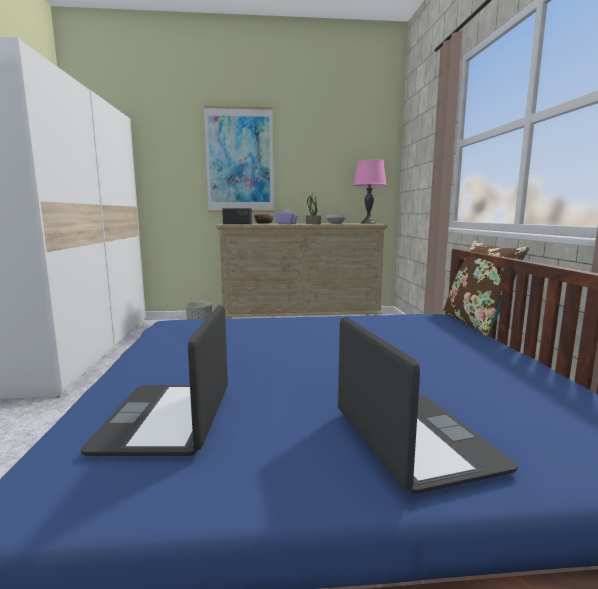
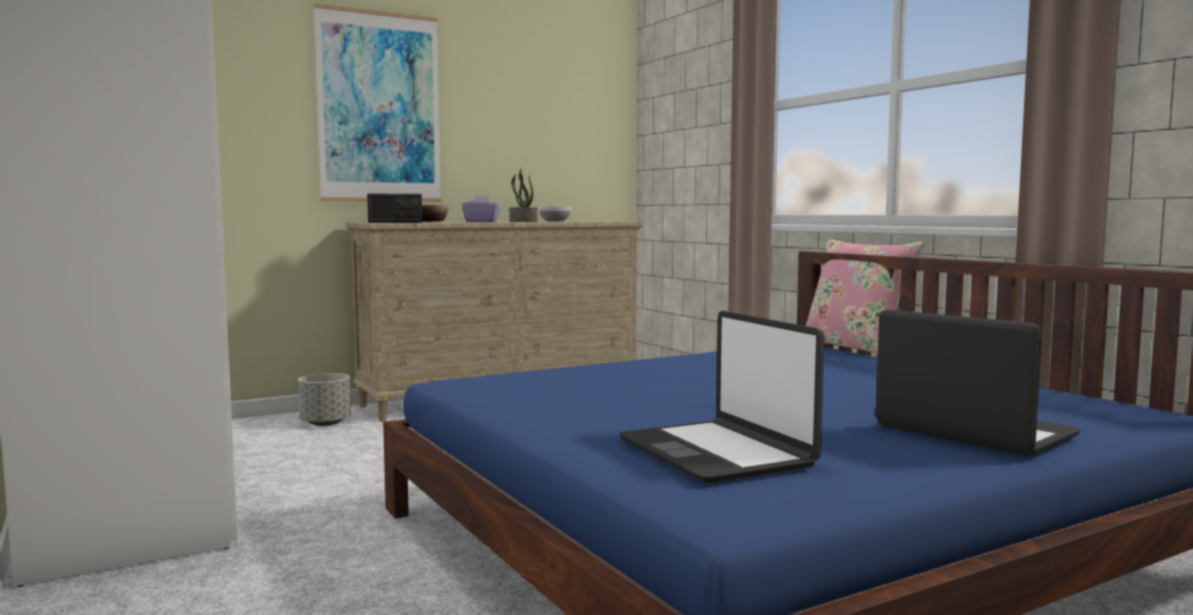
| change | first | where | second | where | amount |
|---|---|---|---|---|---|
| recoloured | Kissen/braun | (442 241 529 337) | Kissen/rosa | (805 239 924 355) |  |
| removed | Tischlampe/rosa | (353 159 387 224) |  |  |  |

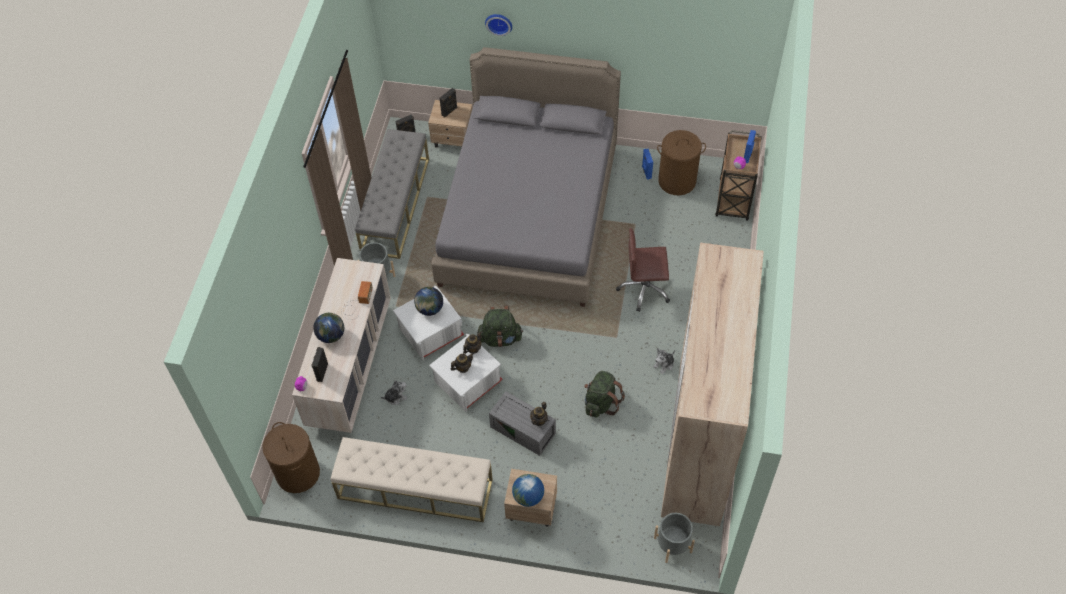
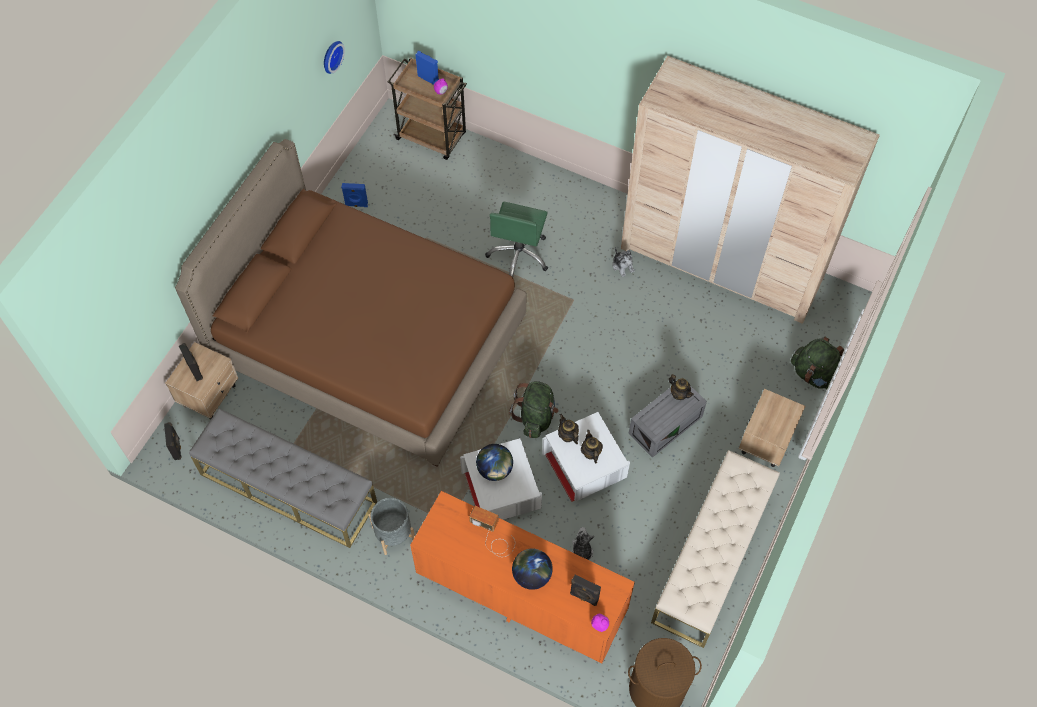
| change | first | where | second | where | amount |
|---|---|---|---|---|---|
| recoloured | Bett/grau | (431 47 621 307) | Bett/braun | (175 139 526 467) |  |
| moved | Wanduhr | (485 14 512 36) |  | (324 41 345 74) |  |
| recoloured | Kommode/beige | (292 258 391 433) | Kommode/orange | (410 491 635 663) |  |
| recoloured | Bürostuhl/braun | (616 228 670 312) | Bürostuhl/grün | (485 202 548 277) |  |
| moved | Rucksack/grün | (584 371 625 418) |  | (791 337 844 389) |  |
| removed | Globus | (512 474 544 507) |  |  |  |
| removed | Pflanzkübel/grau | (654 513 695 563) |  |  |  |
| removed | Wäschekorb/braun | (657 130 706 195) |  |  |  |

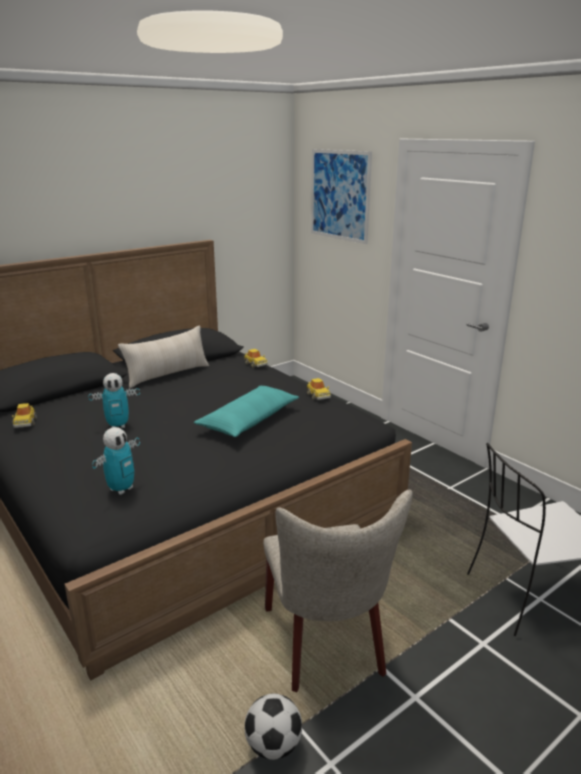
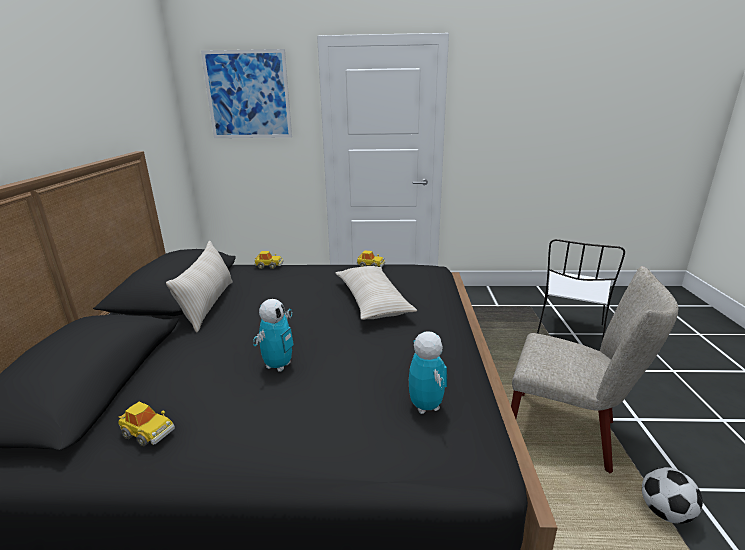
| change | first | where | second | where | amount |
|---|---|---|---|---|---|
| recoloured | Kissen/türkis | (194 386 299 437) | Kissen/beige | (336 266 417 320) |  |

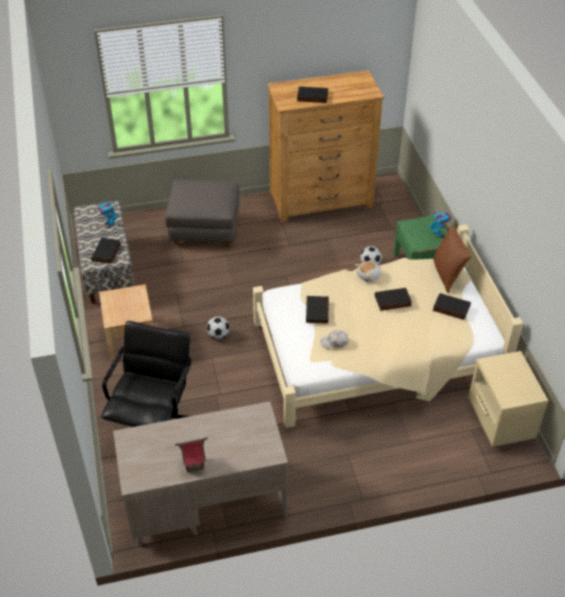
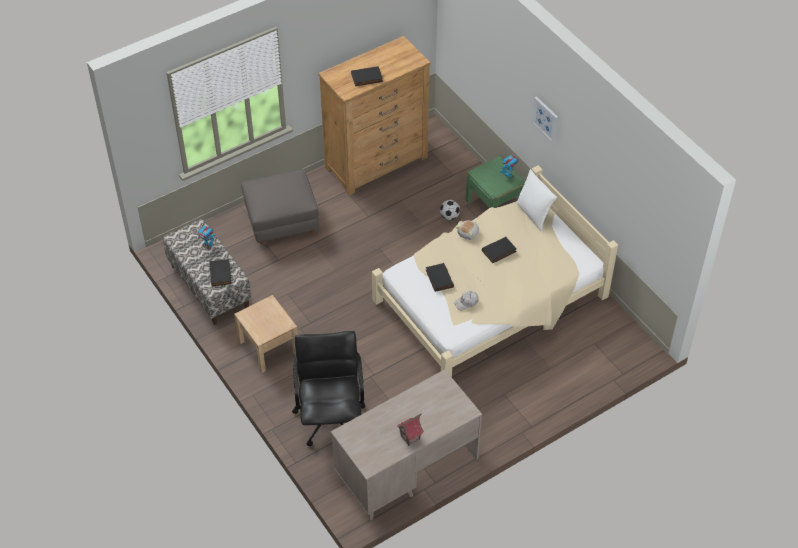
| change | first | where | second | where | amount |
|---|---|---|---|---|---|
| recoloured | Kissen/braun | (433 223 471 293) | Kissen/weiß | (516 169 557 231) |  |
| added |  |  | Bild | (532 96 558 143) |  |
| removed | Fußball | (207 316 230 339) |  |  |  |
| removed | Buch/schwarz | (433 293 471 320) |  |  |  |
| removed | Nachttisch/beige | (468 351 548 447) |  |  |  |

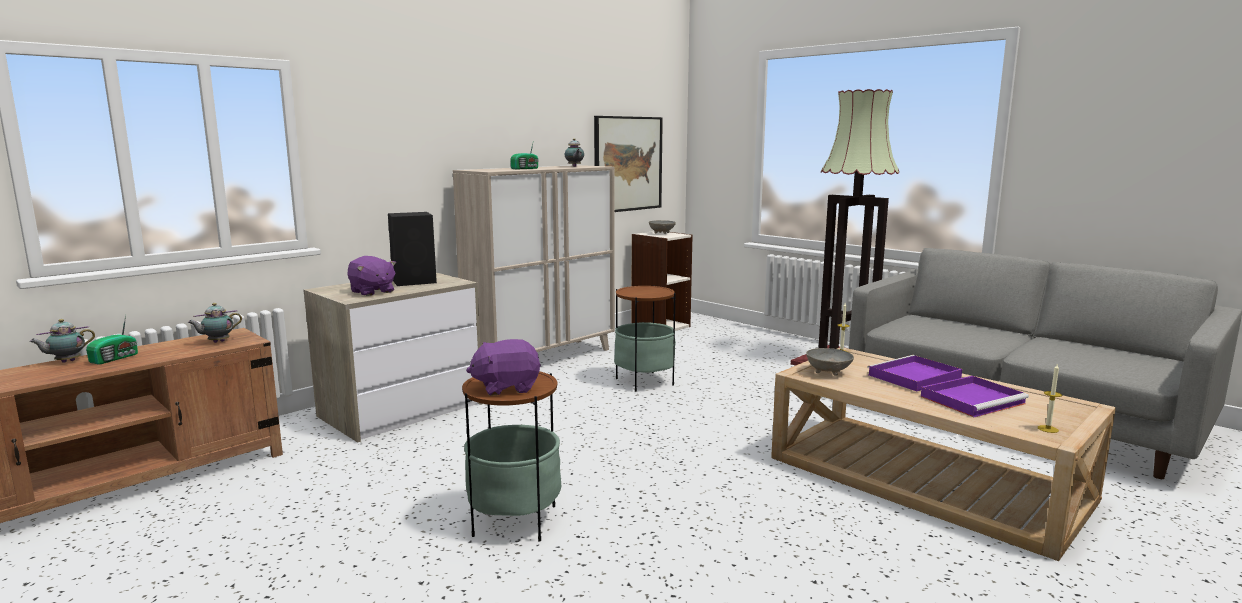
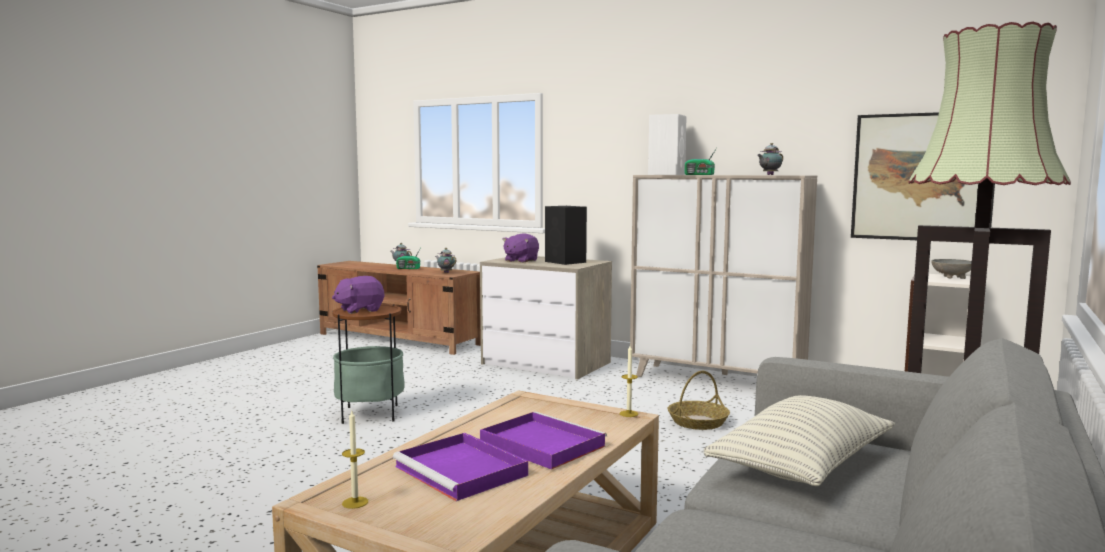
| change | first | where | second | where | amount |
|---|---|---|---|---|---|
| turned | Plüschtier/lila | (466 339 541 396) |  | (332 276 384 314) | 90 degrees counterclockwise |
| added |  |  | Lautsprecher/weiß | (648 114 687 175) |  |
| replaced | Beistelltisch | (614 285 676 392) | Korb | (668 371 730 430) |  |
| added |  |  | Kissen | (704 395 895 486) |  |
| removed | Schüssel/grau | (806 348 854 376) |  |  |  |

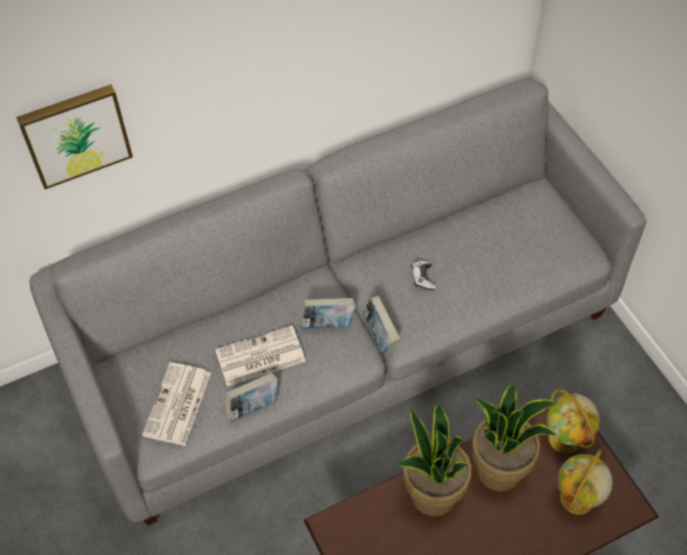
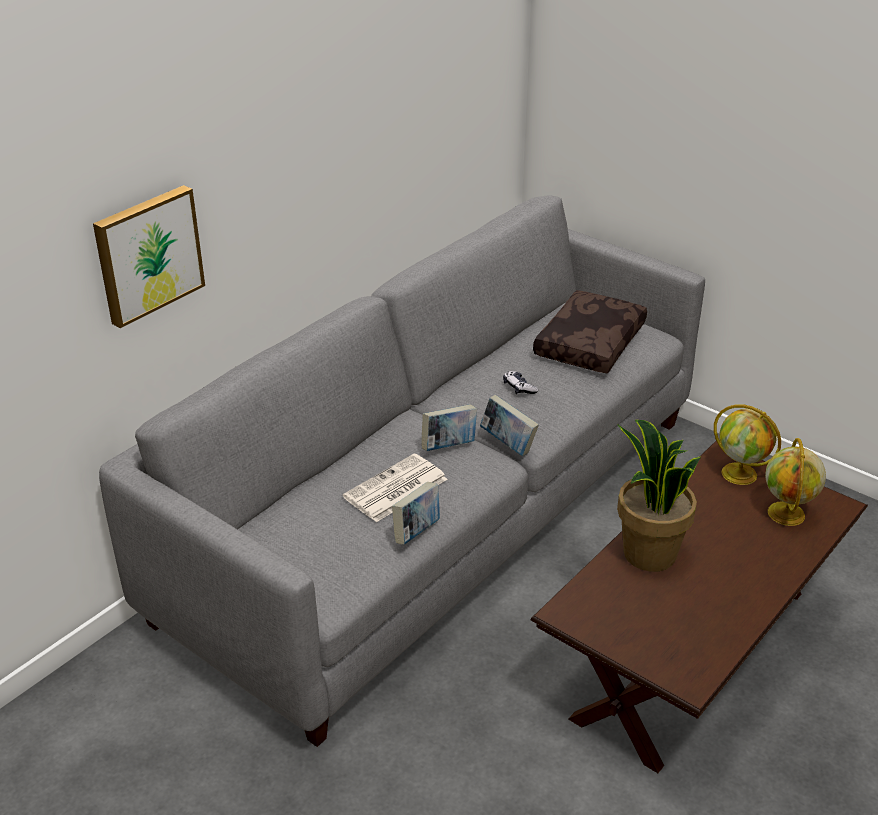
| change | first | where | second | where | amount |
|---|---|---|---|---|---|
| added |  |  | Kissen/braun | (533 290 647 373) |  |
| removed | Zeitung | (142 362 211 446) |  |  |  |
| removed | Topfpflanze | (471 385 557 491) |  |  |  |

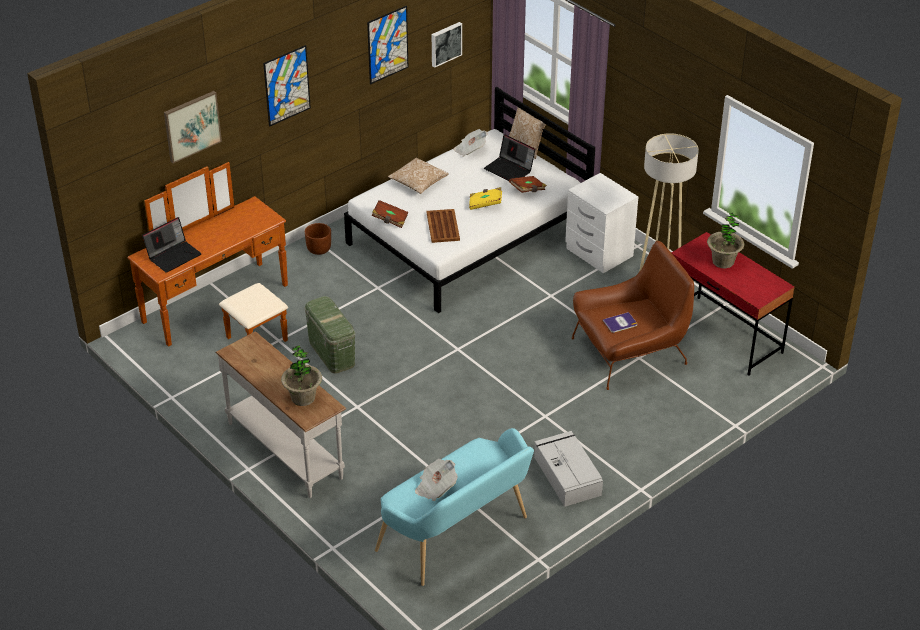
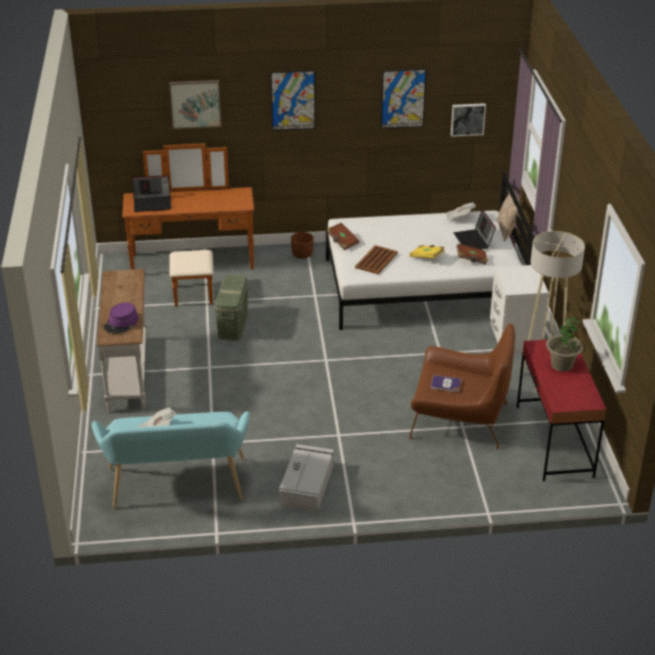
| change | first | where | second | where | amount |
|---|---|---|---|---|---|
| replaced | Topfpflanze | (281 346 322 406) | Hut/lila | (104 303 139 333) |  |
| removed | Kissen | (388 158 449 194) |  |  |  |

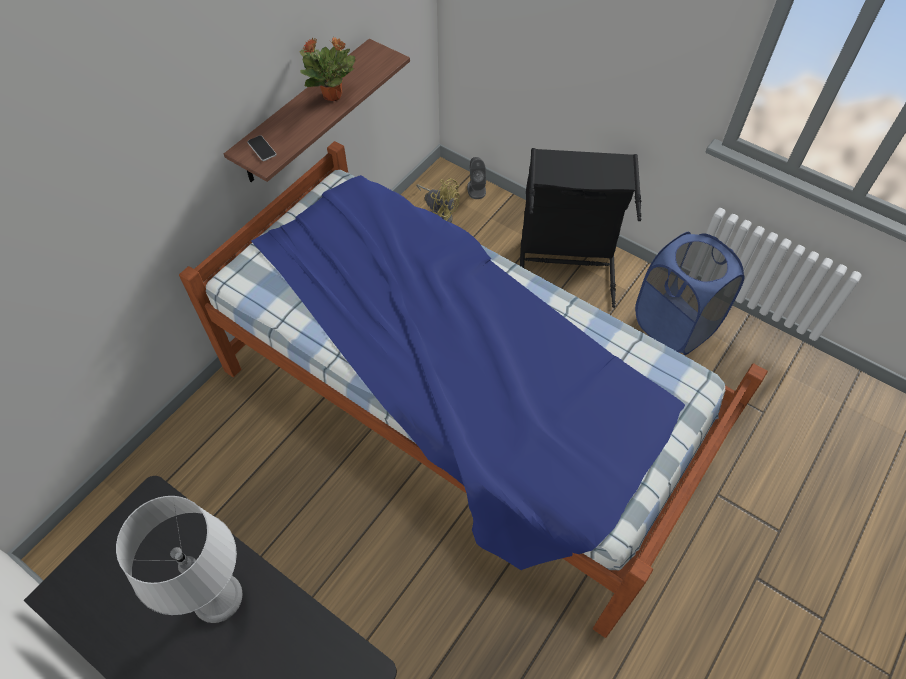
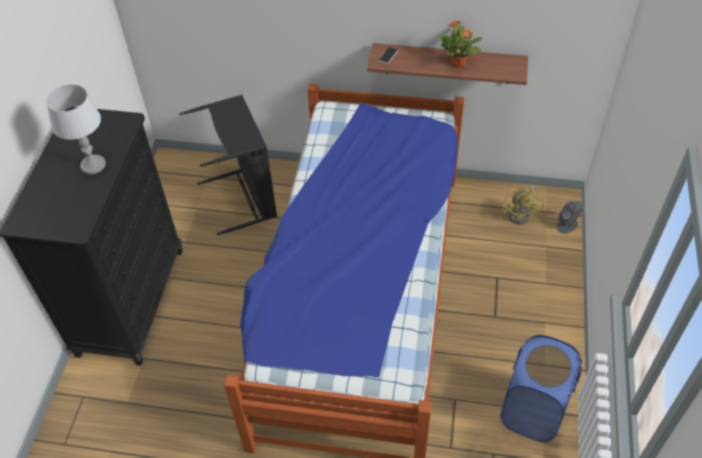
| change | first | where | second | where | amount |
|---|---|---|---|---|---|
| moved | Wäschekorb/schwarz | (520 148 641 308) |  | (180 95 277 235) |  |

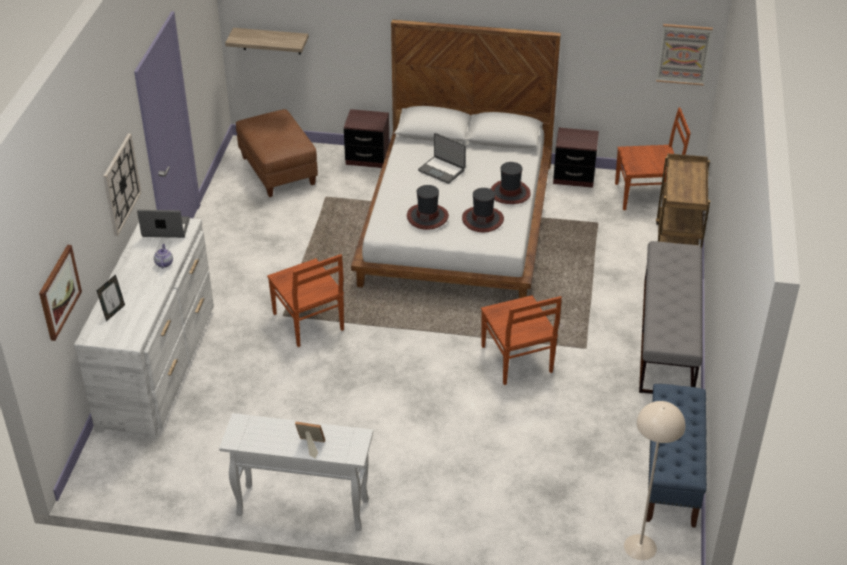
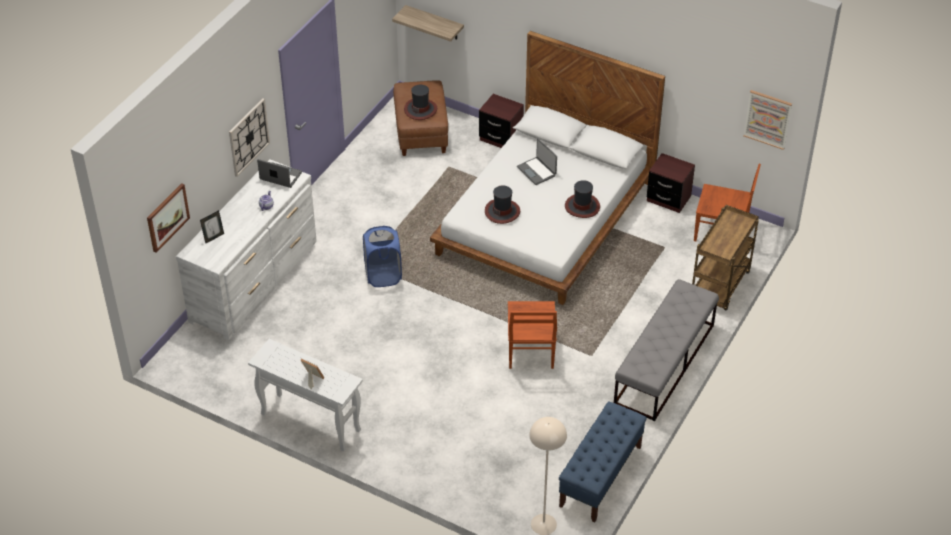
| change | first | where | second | where | amount |
|---|---|---|---|---|---|
| replaced | Stuhl/braun | (267 254 344 347) | Wäschekorb/blau | (363 226 402 287) |  |
| moved | Hut | (462 188 504 233) |  | (404 85 437 120) |  |

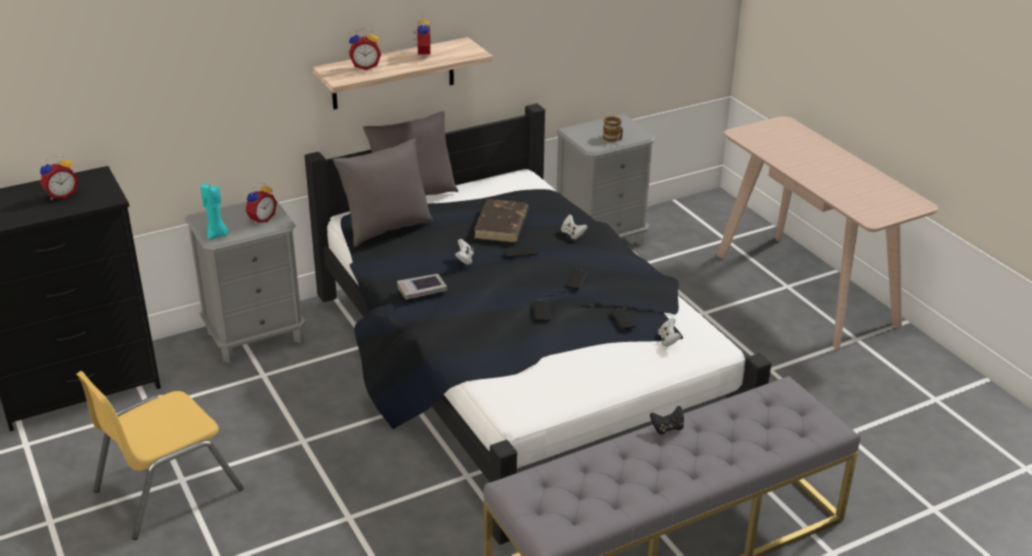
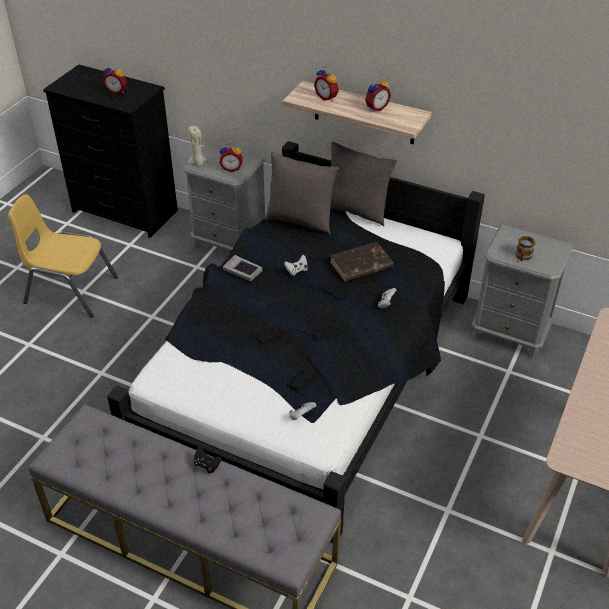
| change | first | where | second | where | amount |
|---|---|---|---|---|---|
| recoloured | Kerze/türkis | (201 183 229 240) | Kerze/beige | (188 126 207 166) |  |

